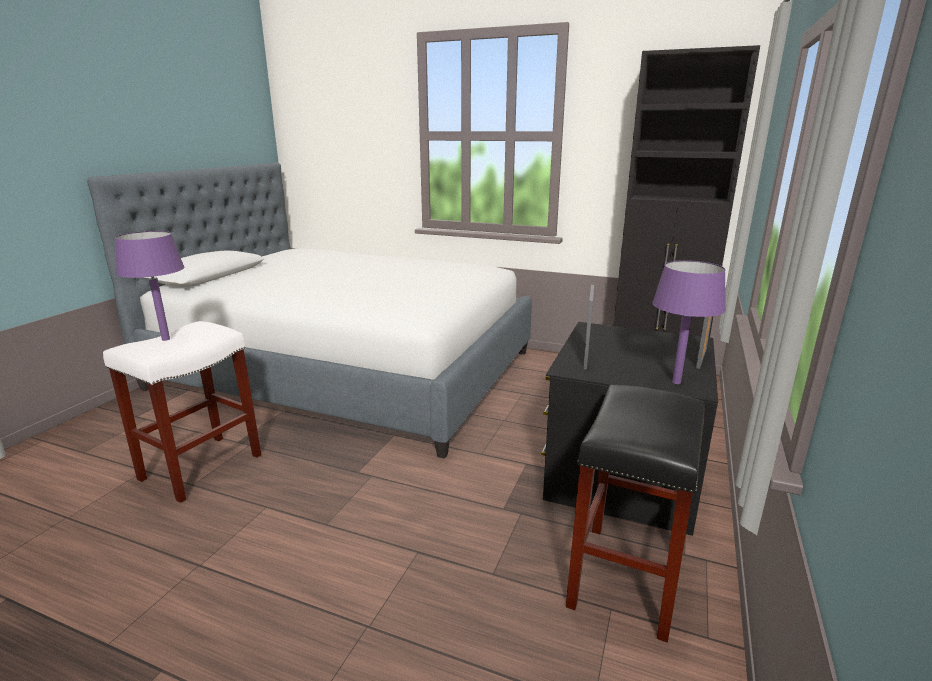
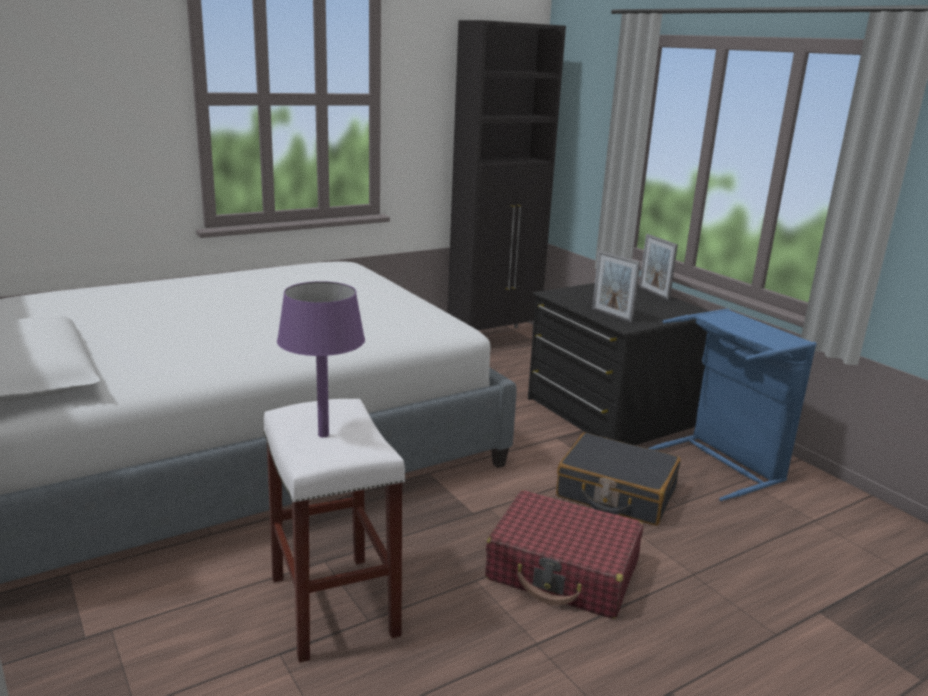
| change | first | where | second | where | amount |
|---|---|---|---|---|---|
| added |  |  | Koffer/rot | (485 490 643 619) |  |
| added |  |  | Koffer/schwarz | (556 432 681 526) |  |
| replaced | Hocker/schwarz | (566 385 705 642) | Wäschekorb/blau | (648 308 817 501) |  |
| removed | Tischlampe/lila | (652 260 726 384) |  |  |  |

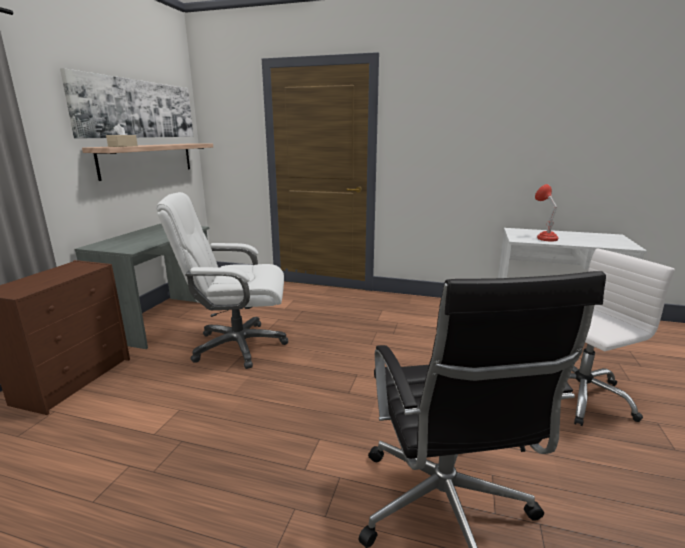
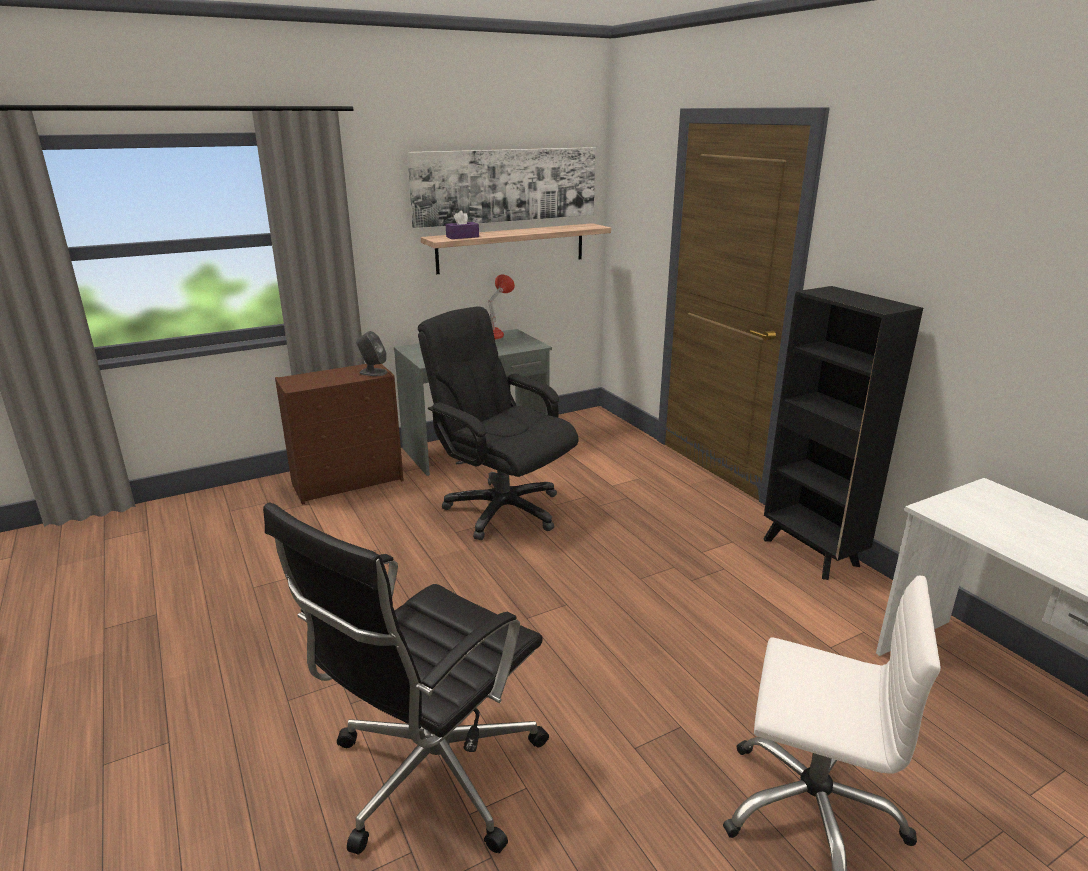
| change | first | where | second | where | amount |
|---|---|---|---|---|---|
| added |  |  | Lautsprecher/grau | (356 331 388 376) |  |
| recoloured | Bürostuhl/weiß | (157 192 288 369) | Bürostuhl/schwarz | (418 306 578 540) |  |
| recoloured | Taschentuchbox/beige | (106 124 138 147) | Taschentuchbox/lila | (446 211 479 239) |  |
| moved | Tischlampe/rot | (535 184 558 242) |  | (488 274 515 339) |  |
| added |  |  | Bücherregal/schwarz | (764 286 923 580) |  |

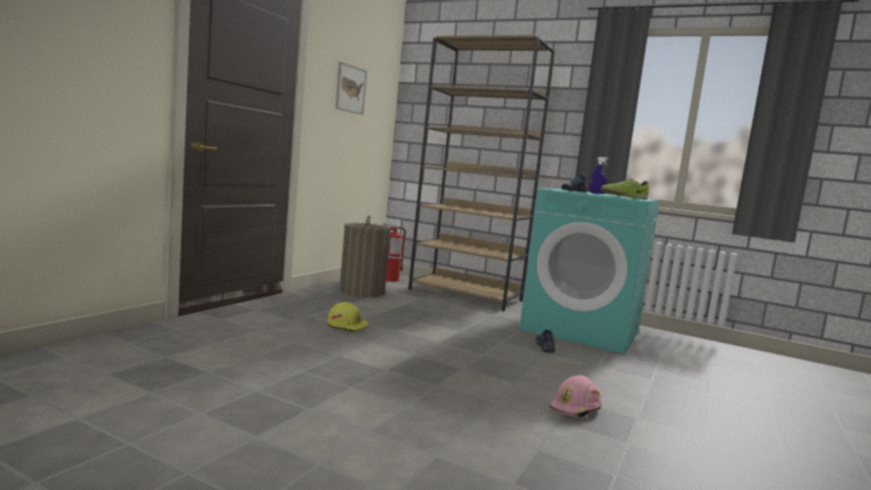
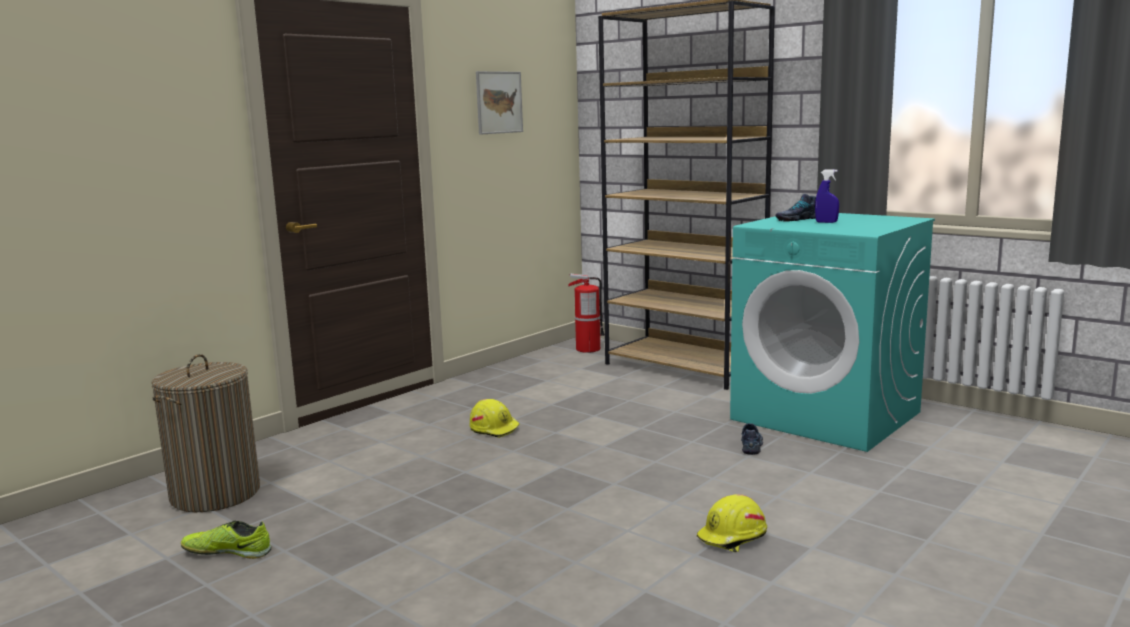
| change | first | where | second | where | amount |
|---|---|---|---|---|---|
| moved | Wäschekorb | (340 215 391 297) |  | (151 354 260 512) |  |
| moved | Schuh | (601 179 649 200) |  | (181 520 271 559) |  |
| recoloured | Schutzhelm/rosa | (549 375 602 420) | Schutzhelm/gelb | (696 494 767 552) |  |

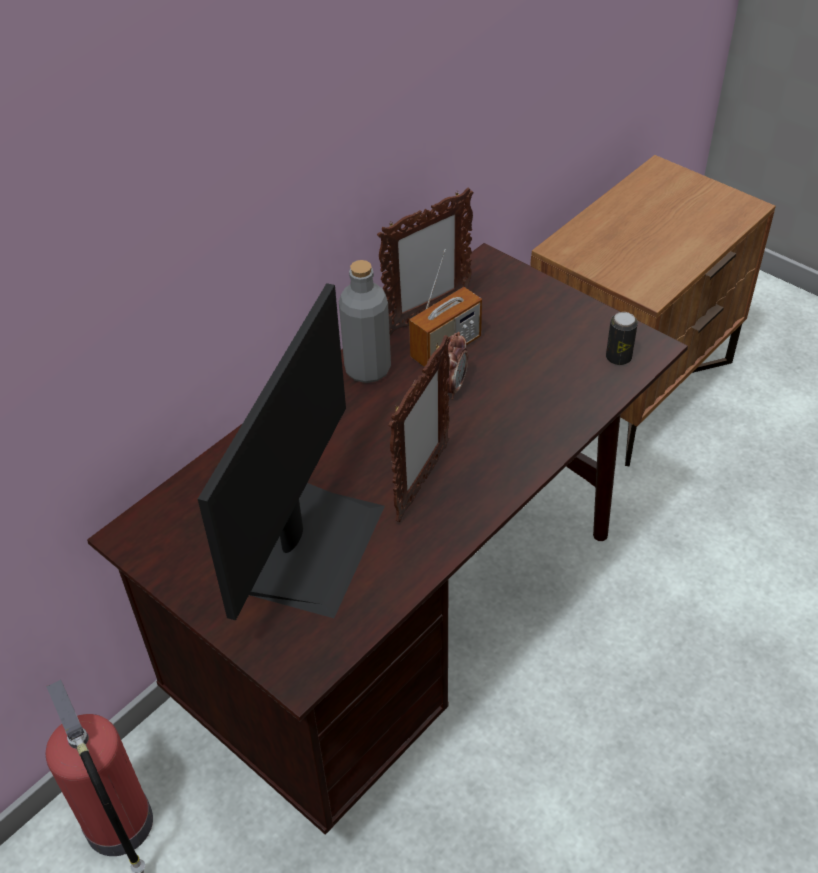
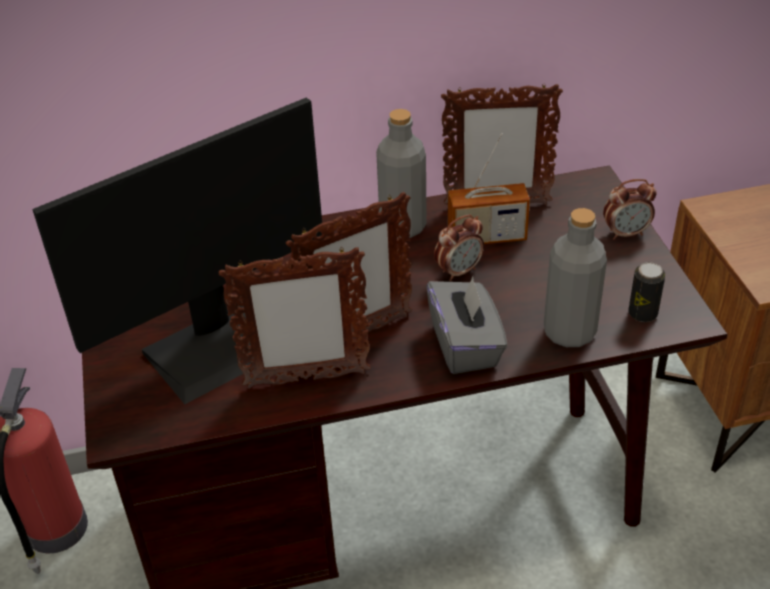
| change | first | where | second | where | amount |
|---|---|---|---|---|---|
| added |  |  | Bilderrahmen | (219 247 371 389) |  |
| added |  |  | Taschentuchbox/grau | (426 277 507 374) |  |
| added |  |  | Flasche/grau | (544 208 607 347) |  |
| added |  |  | Wecker | (603 179 657 240) |  |

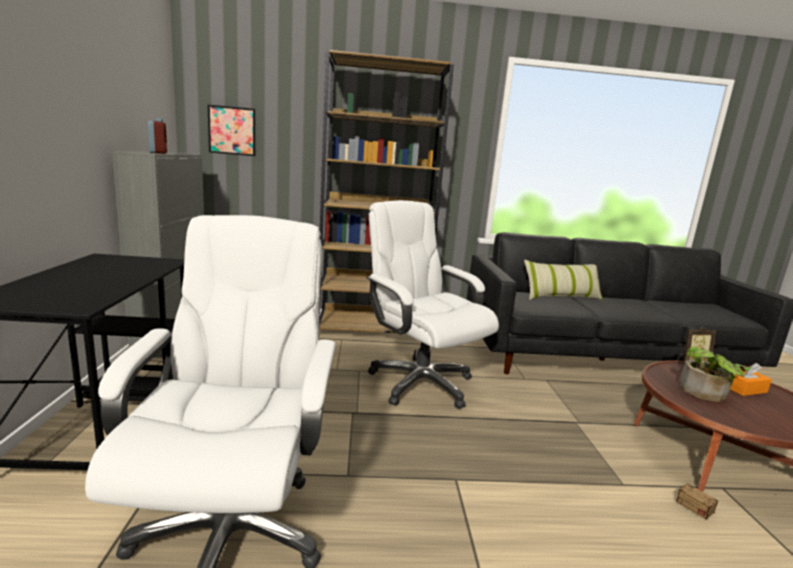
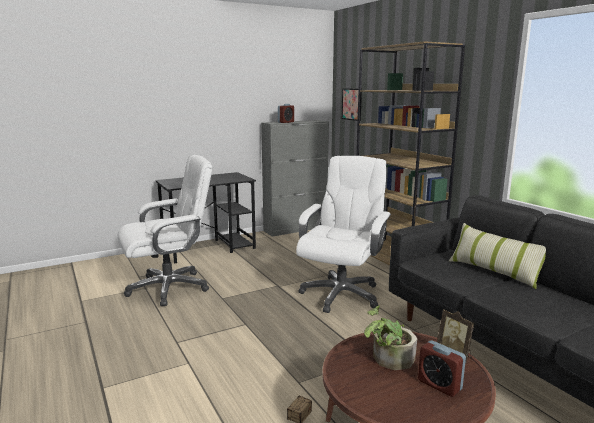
| change | first | where | second | where | amount |
|---|---|---|---|---|---|
| replaced | Taschentuchbox/orange | (730 363 772 396) | Wecker | (418 340 466 397) |  |

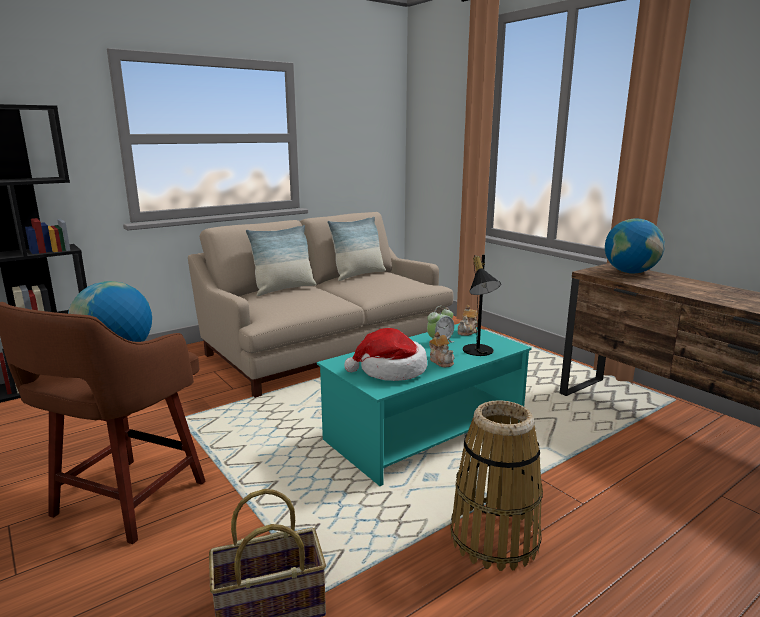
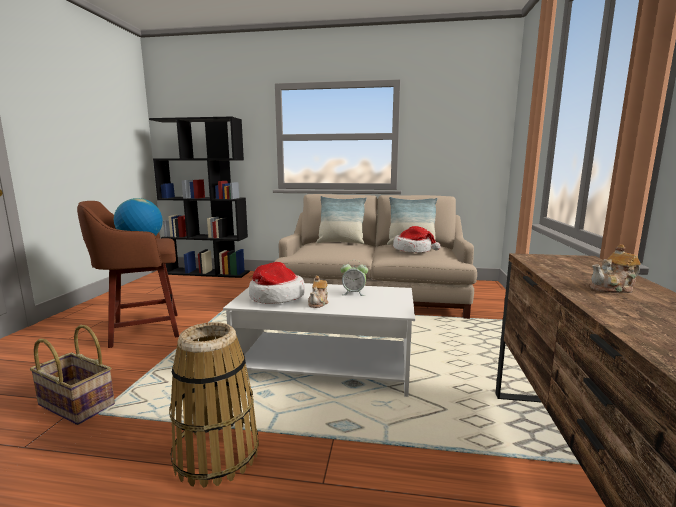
| change | first | where | second | where | amount |
|---|---|---|---|---|---|
| recoloured | Couchtisch/türkis | (317 323 532 486) | Couchtisch/weiß | (223 283 415 397) |  |
| added |  |  | Hut | (393 226 441 253) |  |
| moved | Teekanne | (458 305 478 336) |  | (590 244 641 293) |  |
| removed | Tischlampe/schwarz | (463 254 501 356) |  |  |  |
| removed | Globus | (605 218 665 273) |  |  |  |

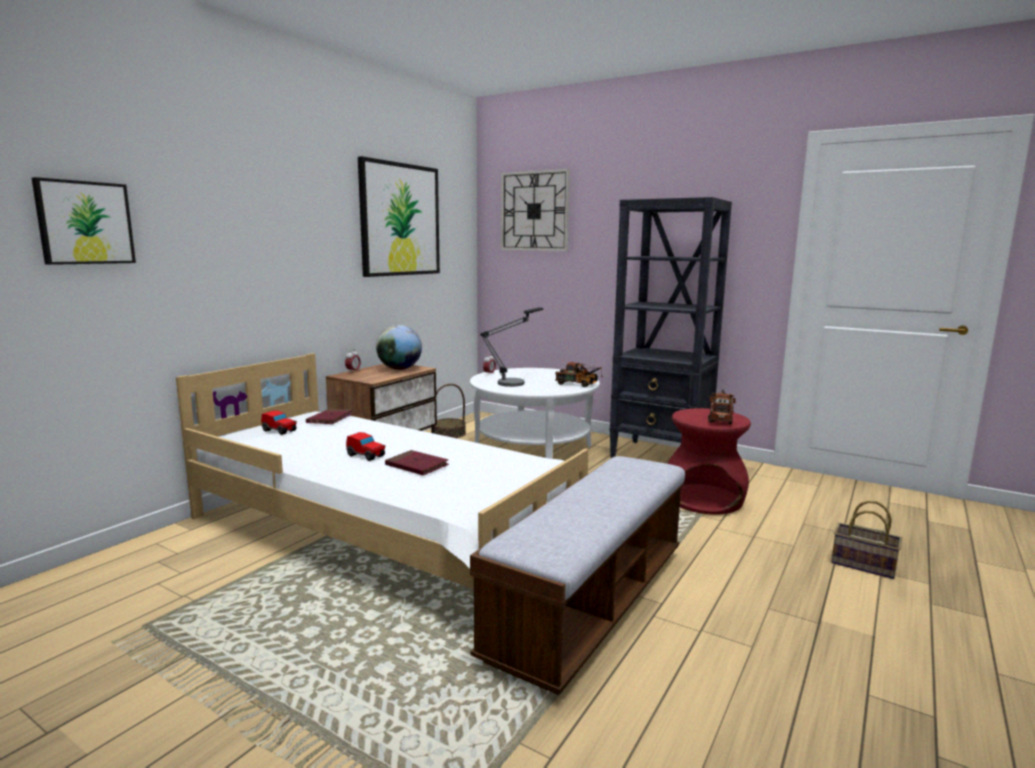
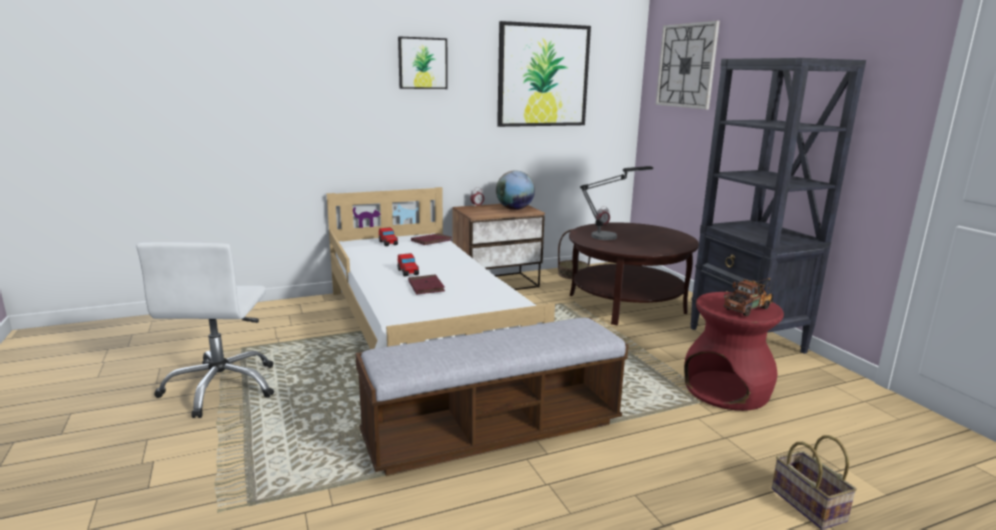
| change | first | where | second | where | amount |
|---|---|---|---|---|---|
| added |  |  | Bürostuhl/weiß | (136 242 274 418) |  |
| moved | Bild | (32 177 136 265) |  | (398 36 448 89) |  |
| recoloured | Couchtisch/weiß | (470 368 600 459) | Couchtisch/braun | (569 222 699 325) |  |
| removed | Spielzeuglaster | (555 362 603 387) |  |  |  |

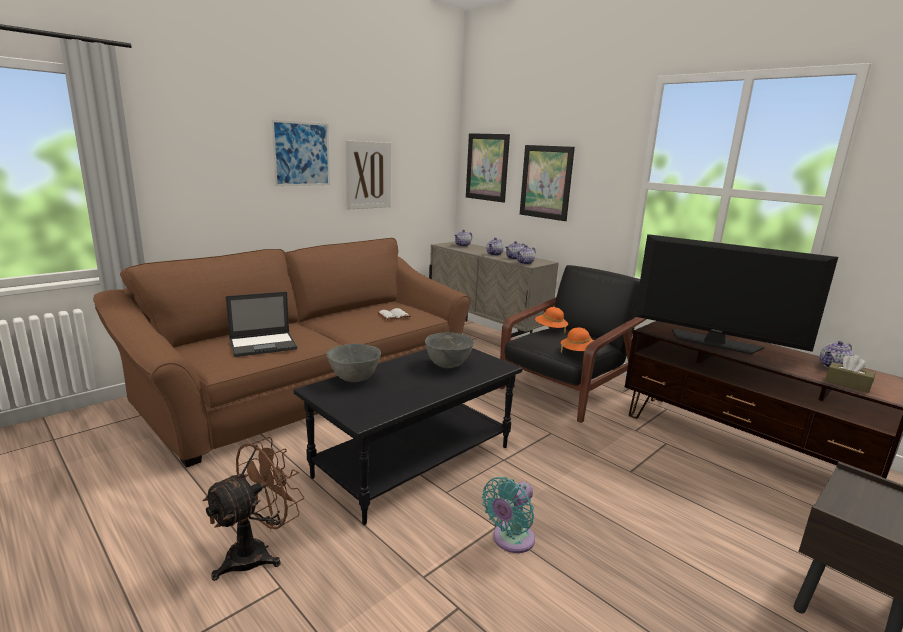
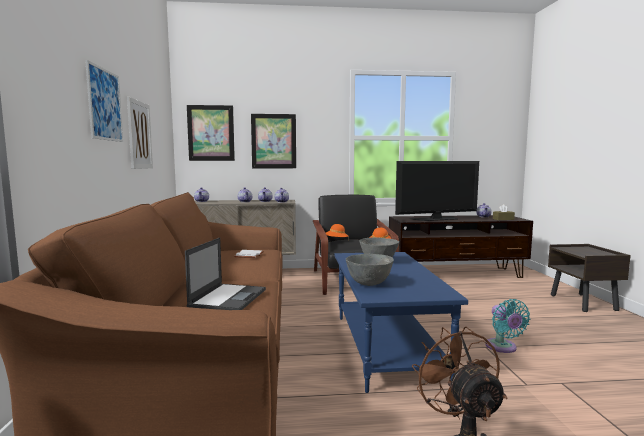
| change | first | where | second | where | amount |
|---|---|---|---|---|---|
| recoloured | Couchtisch/schwarz | (294 348 523 525) | Couchtisch/blau | (334 252 468 393) |  |

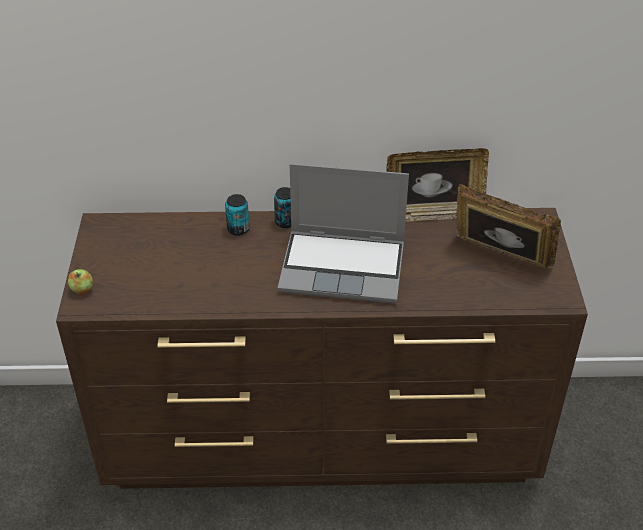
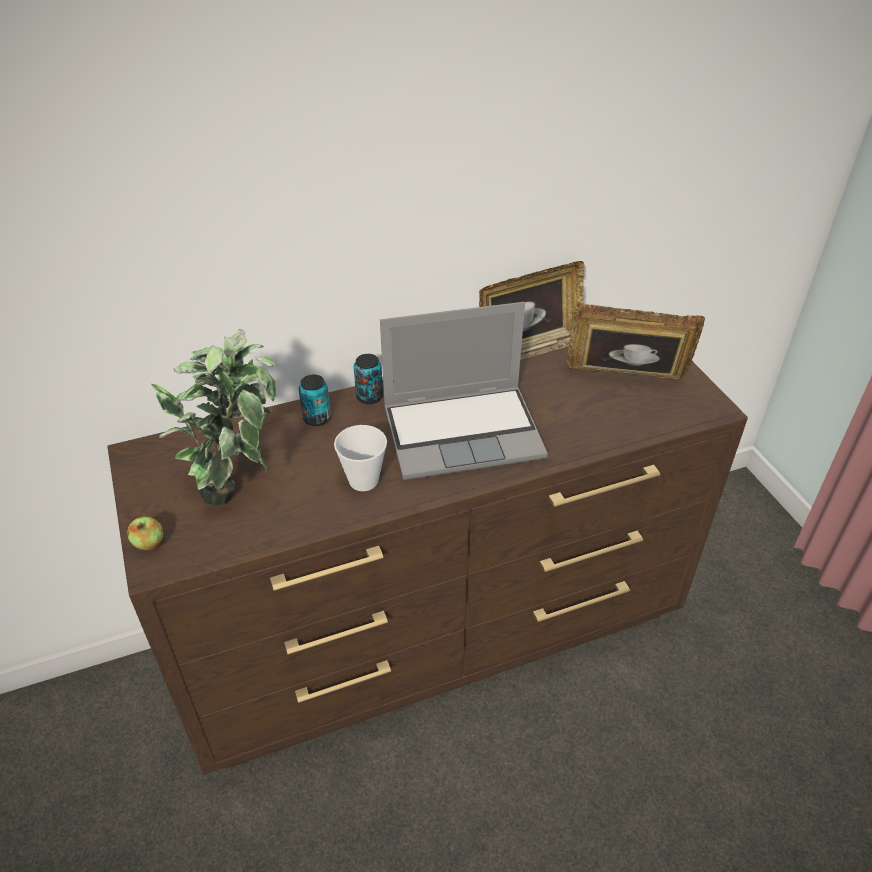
| change | first | where | second | where | amount |
|---|---|---|---|---|---|
| added |  |  | Topfpflanze | (151 329 276 506) |  |
| added |  |  | Tasse | (334 425 387 491) |  |

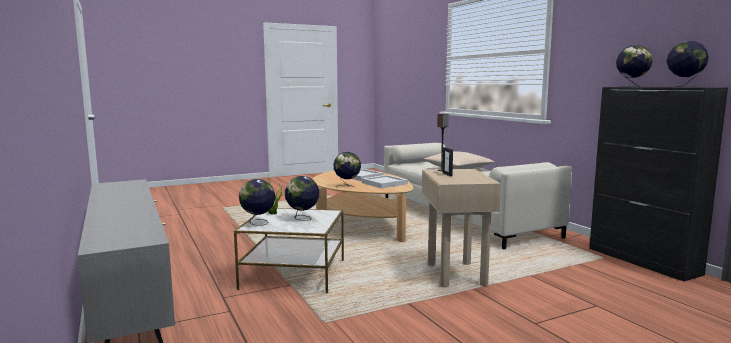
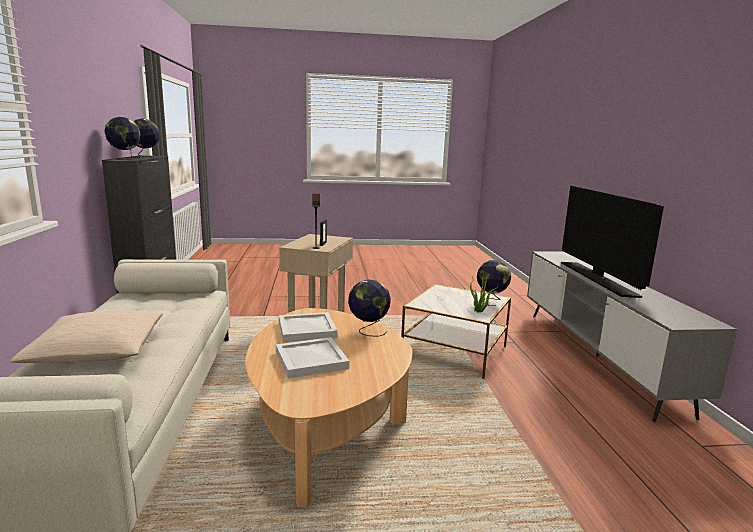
| change | first | where | second | where | amount |
|---|---|---|---|---|---|
| added |  |  | Fernseher | (561 186 664 298) |  |
| removed | Globus | (285 176 319 221) |  |  |  |

